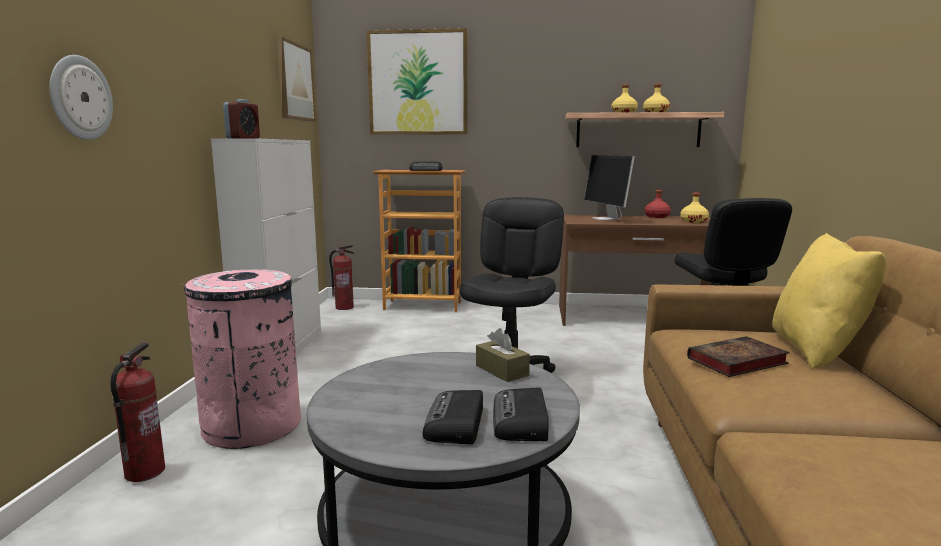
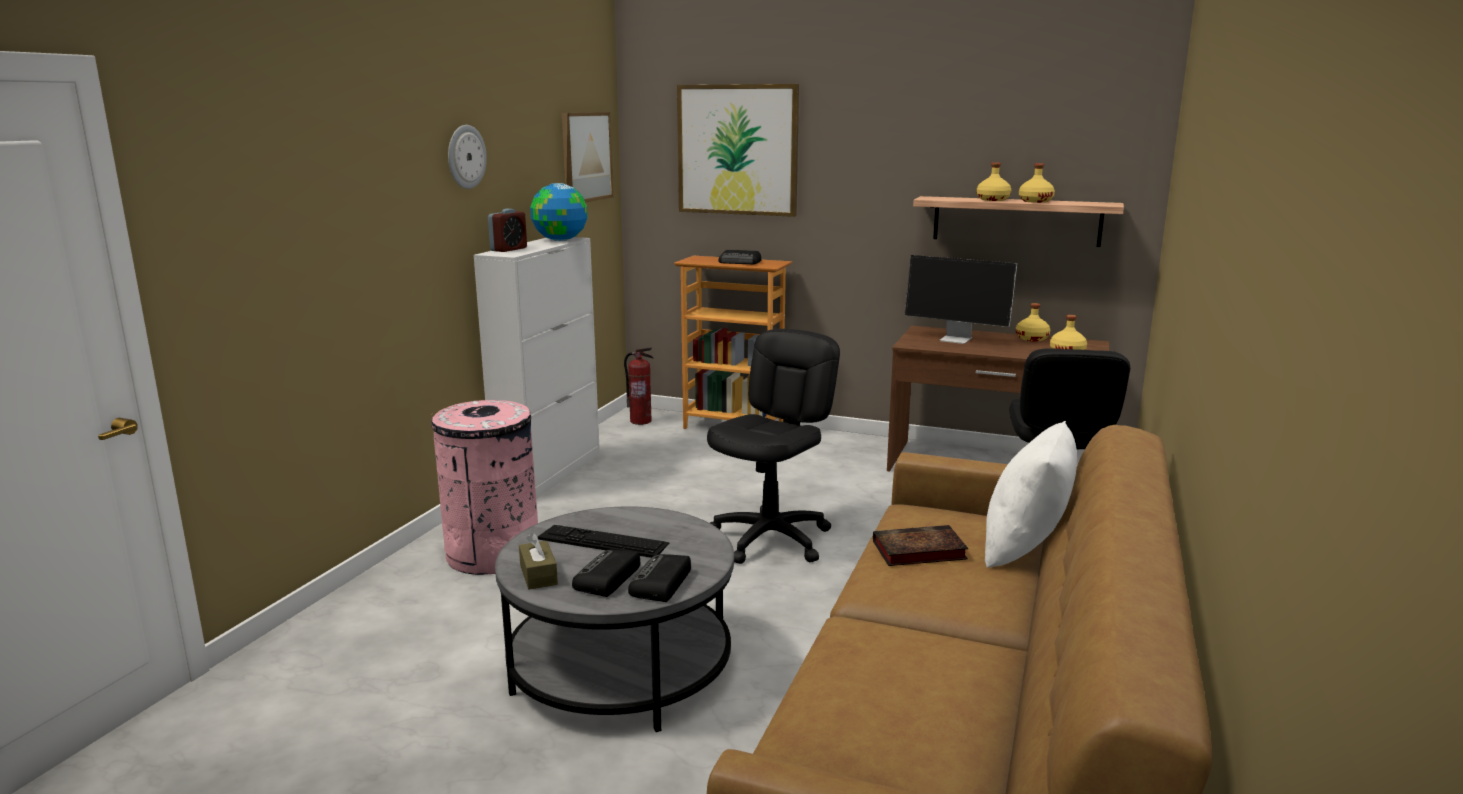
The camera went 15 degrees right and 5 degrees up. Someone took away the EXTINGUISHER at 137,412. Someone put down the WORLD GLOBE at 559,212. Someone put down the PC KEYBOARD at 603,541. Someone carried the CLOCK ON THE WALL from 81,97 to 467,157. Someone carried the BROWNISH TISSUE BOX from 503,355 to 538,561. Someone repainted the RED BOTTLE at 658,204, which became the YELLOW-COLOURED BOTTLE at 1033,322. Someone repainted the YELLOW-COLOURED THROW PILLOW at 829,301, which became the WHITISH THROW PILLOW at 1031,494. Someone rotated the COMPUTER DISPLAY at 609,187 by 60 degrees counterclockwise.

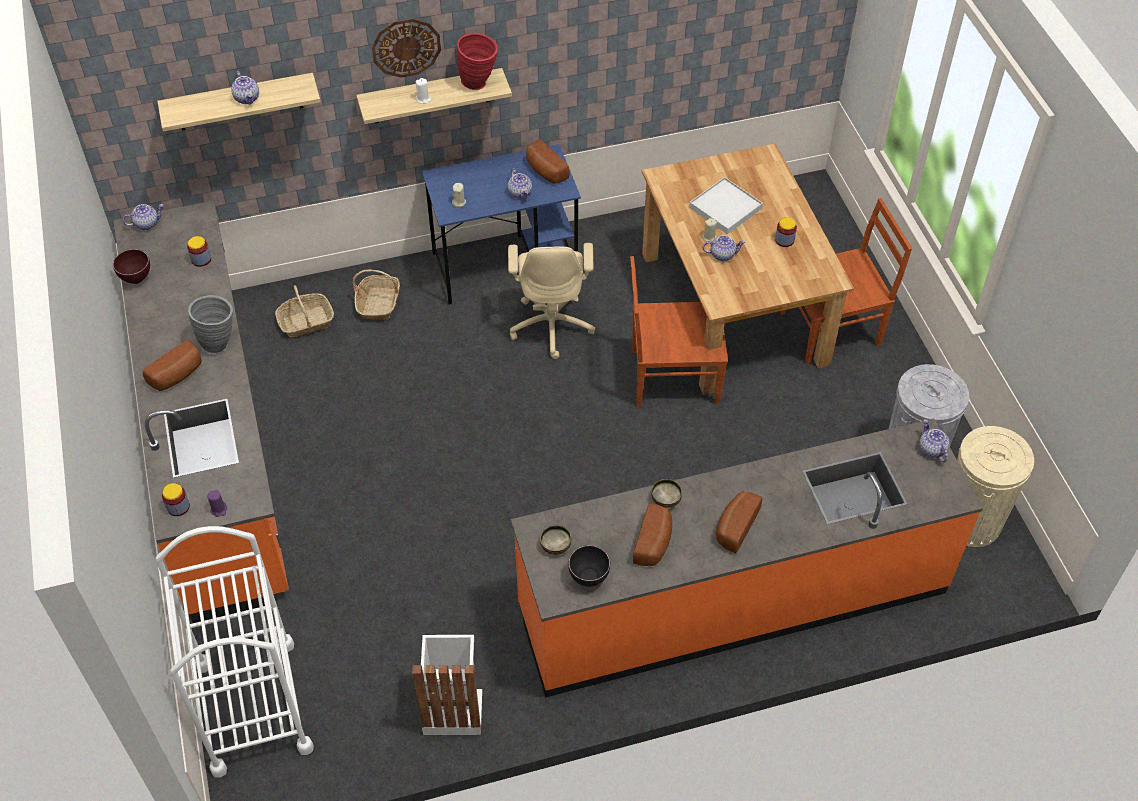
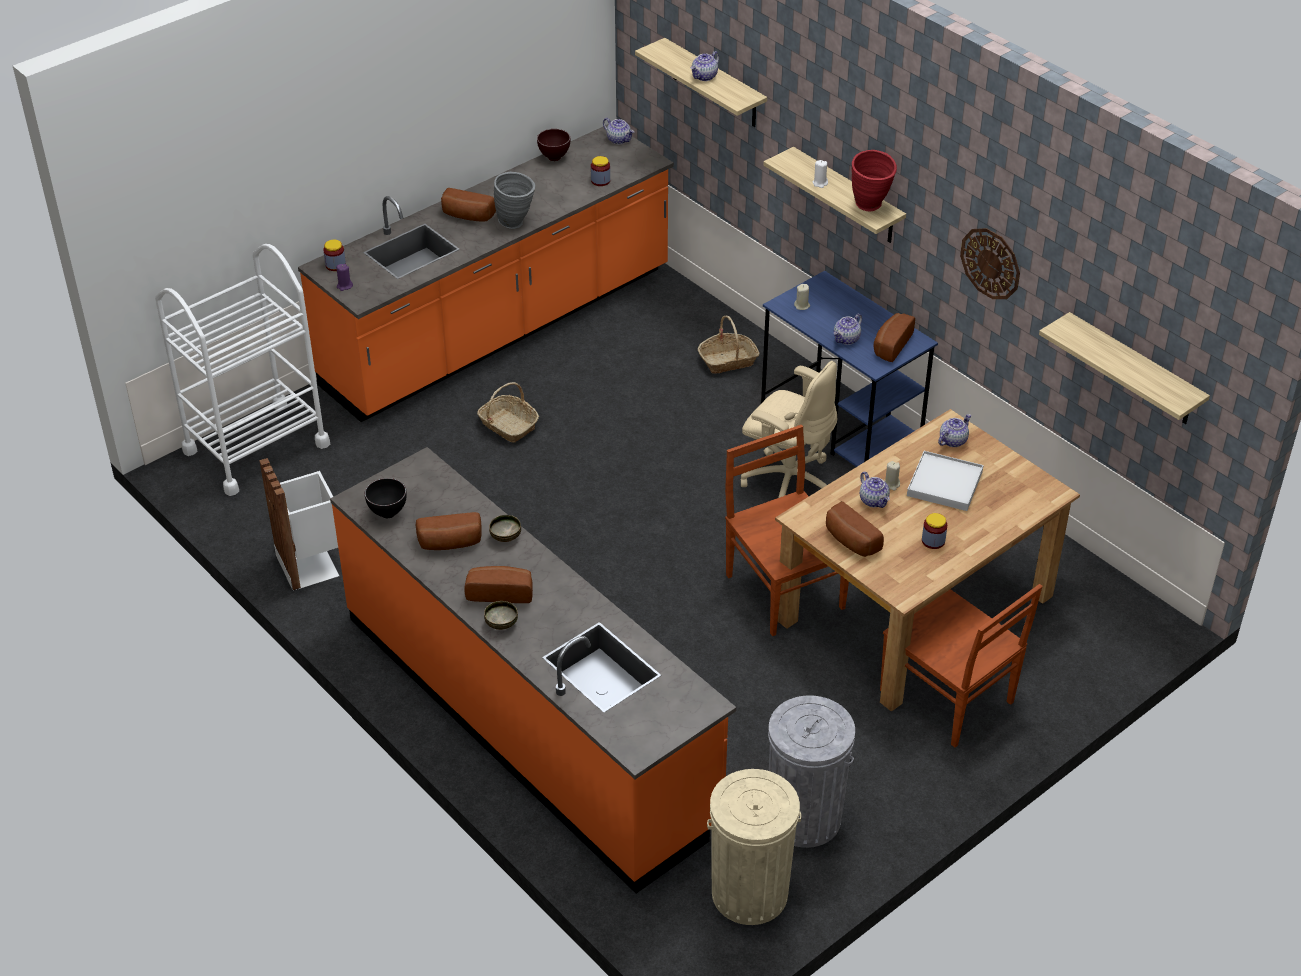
The camera went 65 degrees right and 10 degrees down. Someone put down the BREAD at 855,529. Someone put up the WALL SHELF at 1124,368. Someone carried the HOUSEHOLD BASKET from 304,311 to 508,412. Someone carried the CLOCK ON THE WALL from 406,48 to 990,263. Someone carried the BOWL from 555,540 to 501,615. Someone carried the TEAPOT from 934,440 to 954,430. Someone rotated the BEIGE COMPUTER CHAIR at 551,301 by 120 degrees counterclockwise.

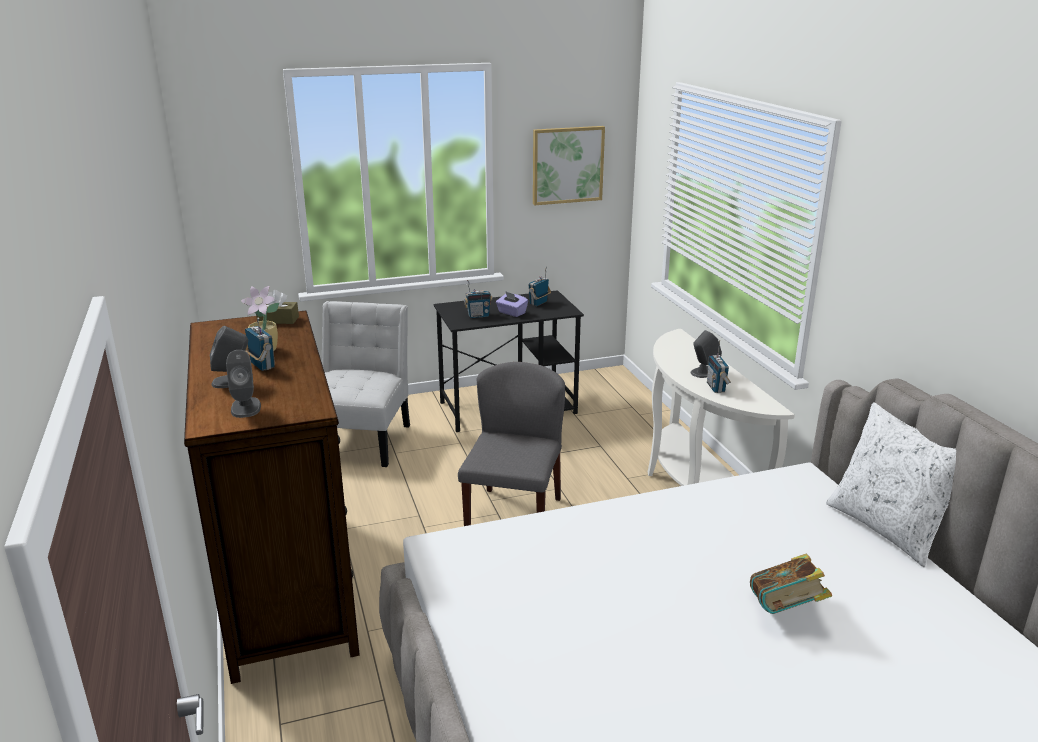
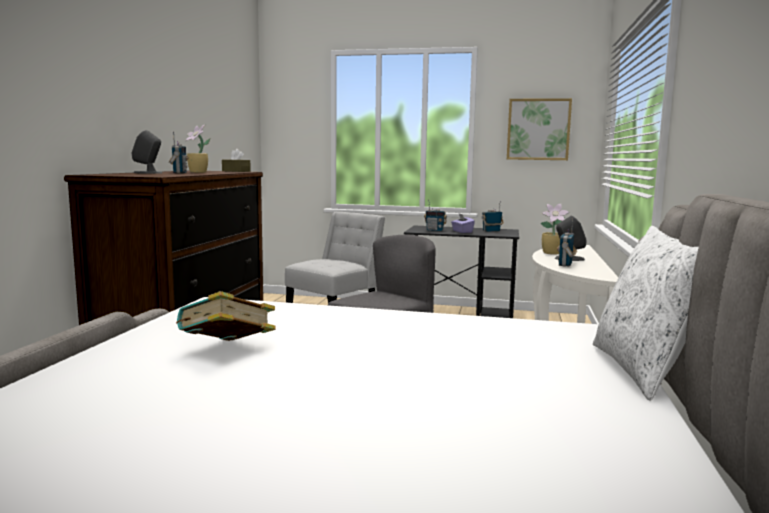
The camera went 30 degrees right and 15 degrees down. Someone took away the GRAY SPEAKER at 243,384. Someone put down the POTTED PLANT at 555,229. Someone carried the BOUND BOOK from 791,584 to 226,316.

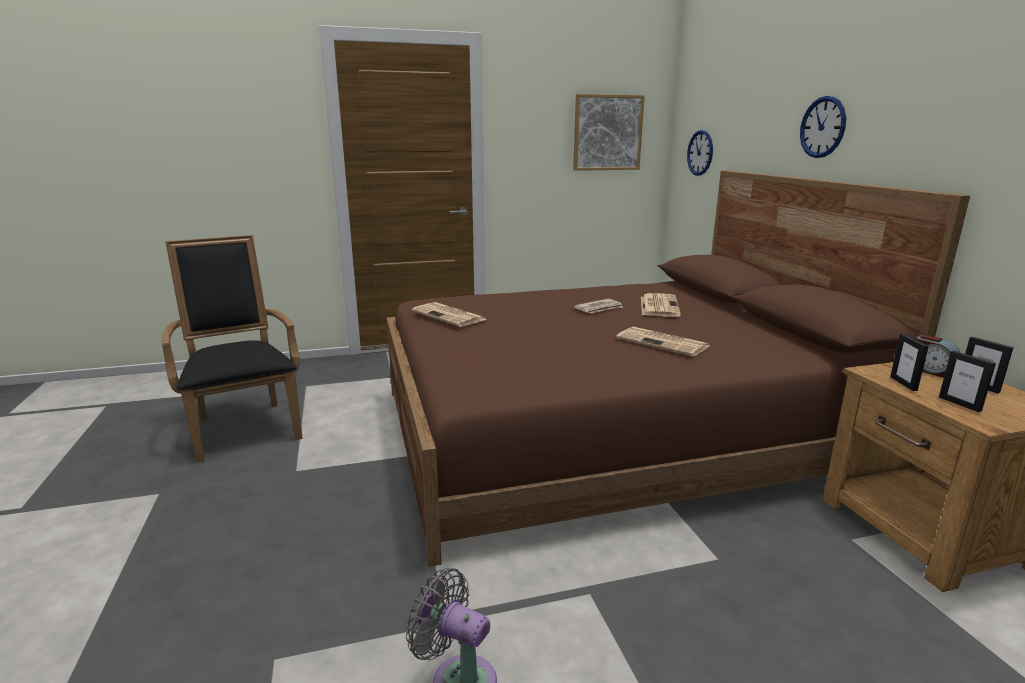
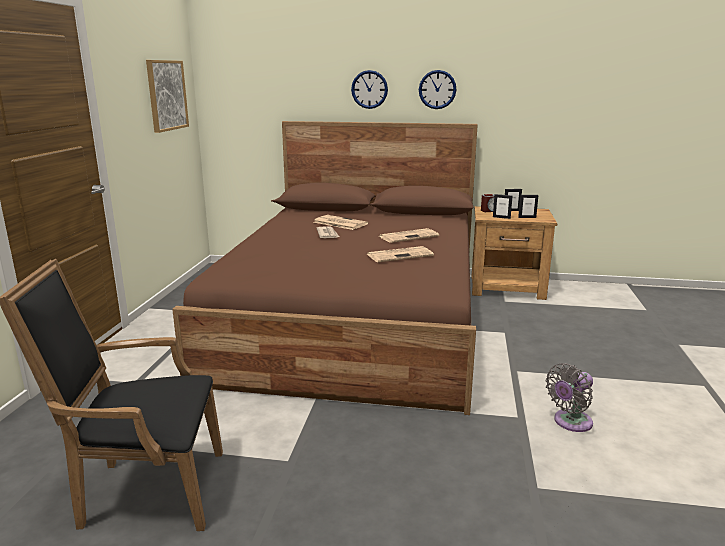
The camera went 65 degrees left and 0 degrees up. Someone carried the DAILY PAPER from 449,314 to 400,254. Someone carried the CLOCK ON THE WALL from 700,153 to 437,89.

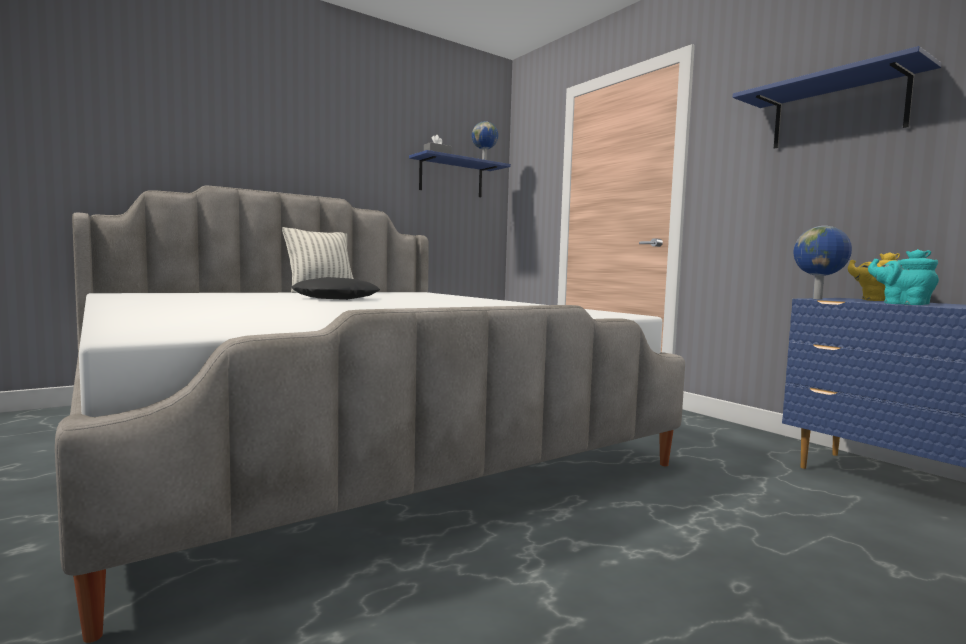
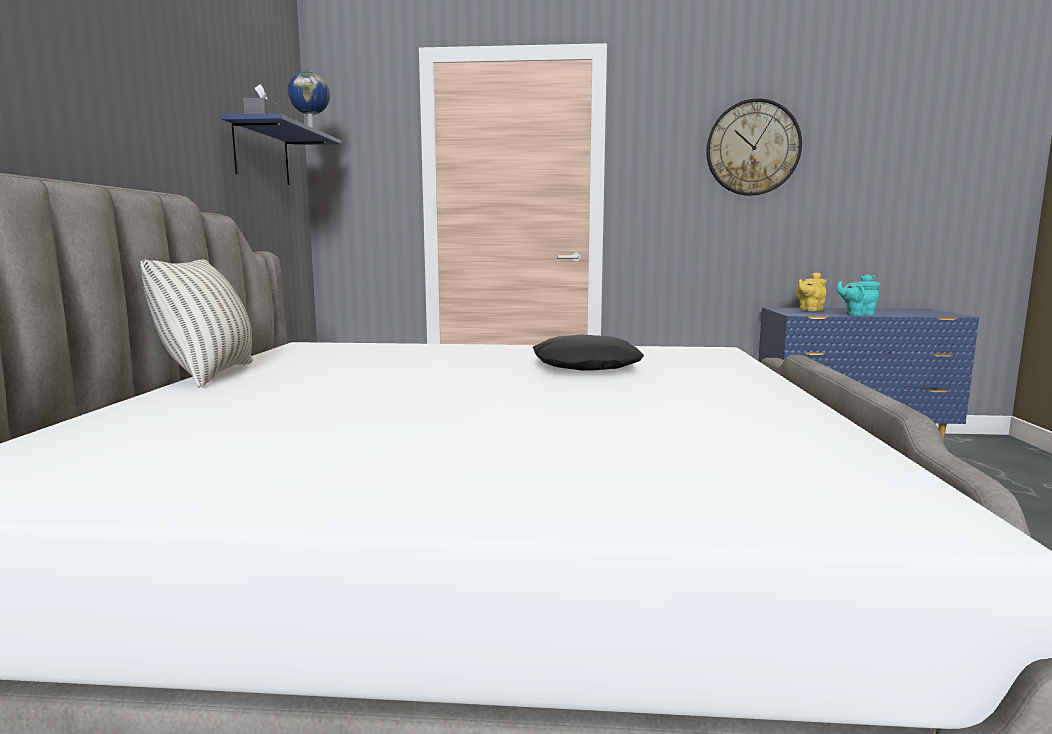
The camera went 50 degrees left and 5 degrees up. Someone took away the WORLD GLOBE at 823,262. Someone carried the BLACK THROW PILLOW from 335,288 to 588,352. Someone swapped the BLUE-COLOURED WALL SHELF at 837,97 for the CLOCK ON THE WALL at 754,147.

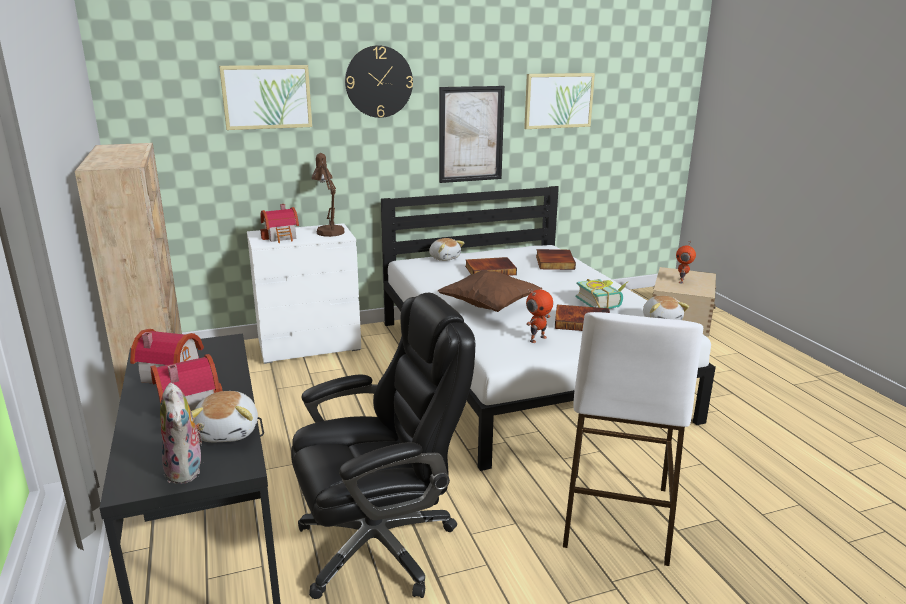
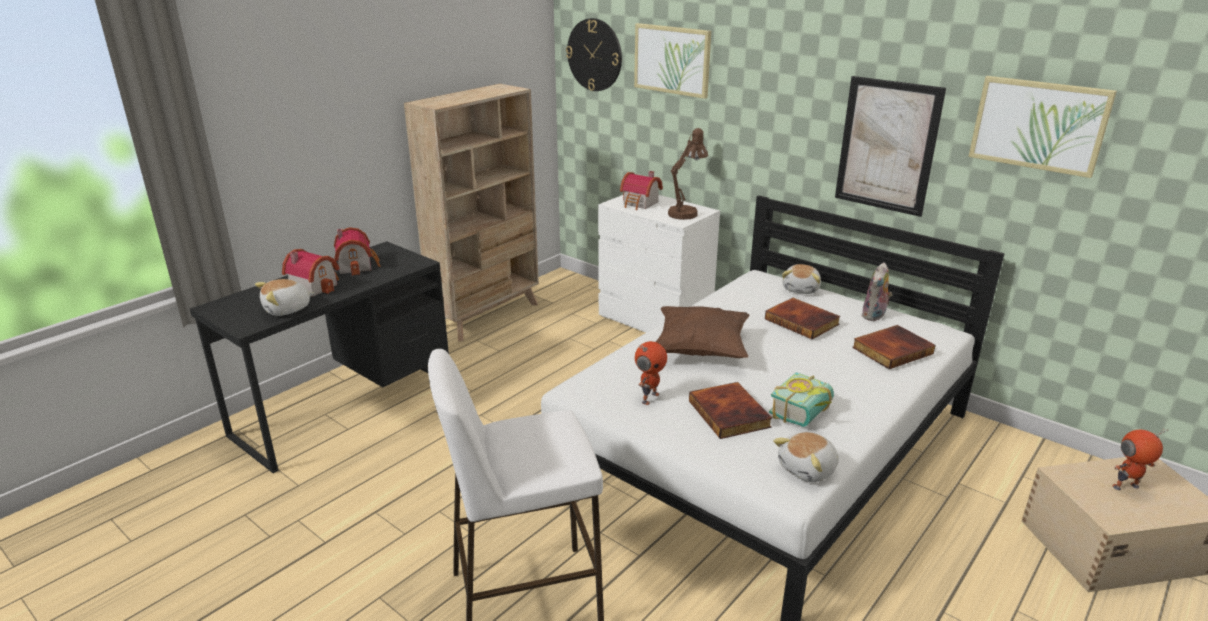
The camera went 60 degrees right and 5 degrees up. Someone took away the BLACK COMPUTER CHAIR at 383,446. Someone carried the PLUSH TOY from 182,433 to 877,291. Someone carried the CLOCK ON THE WALL from 379,81 to 594,54. Someone rotated the TOY ROBOT at 539,316 by 75 degrees counterclockwise.

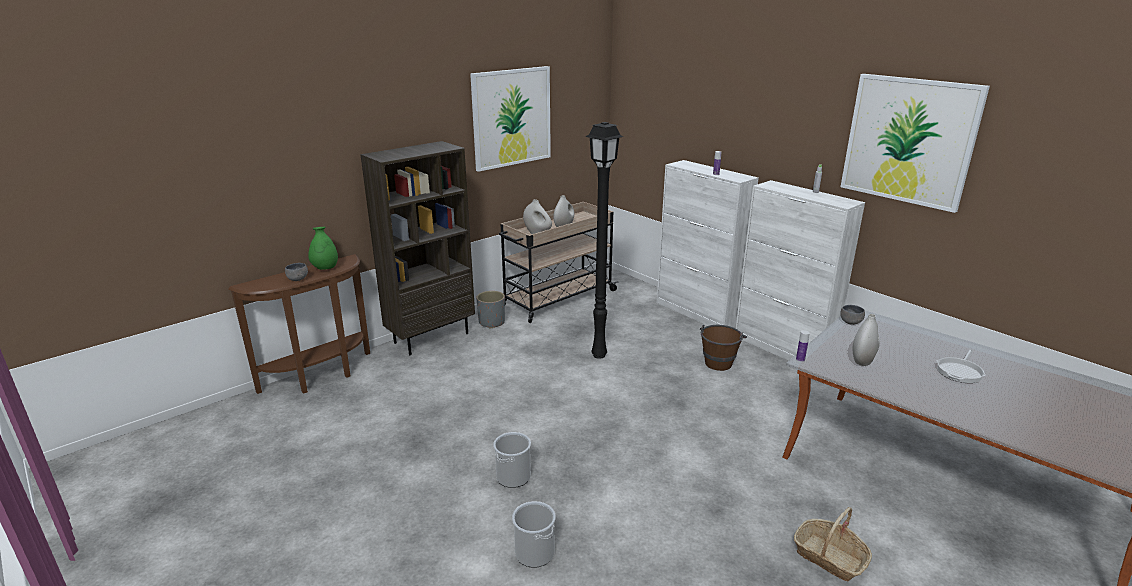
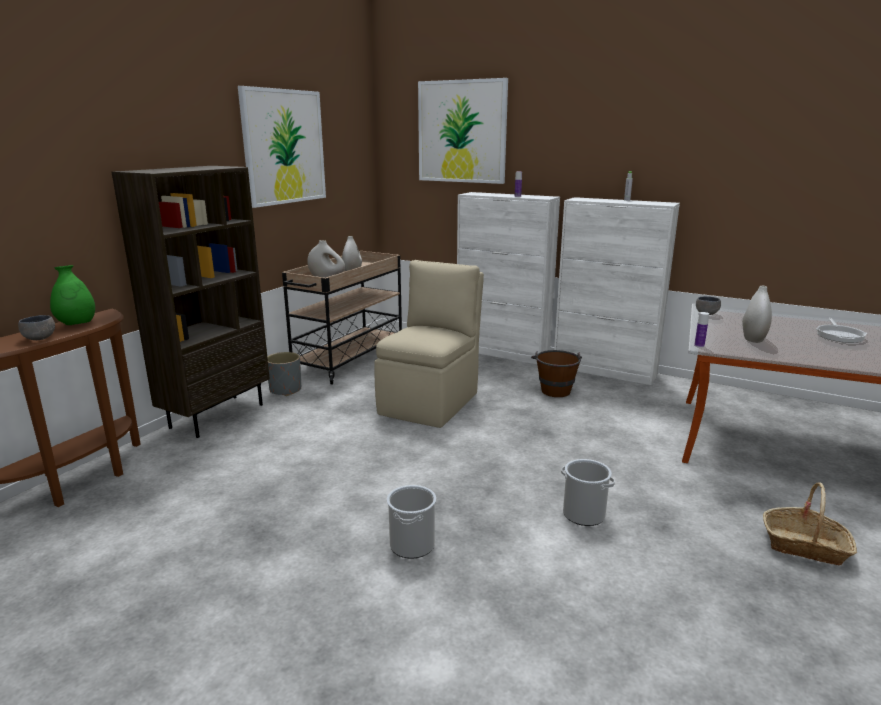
The camera went 20 degrees left and 5 degrees down. Someone carried the BUCKET from 534,534 to 588,492. Someone carried the PICTURE from 915,143 to 463,131. Someone swapped the BLACK STANDARD LAMP at 604,240 for the BEIGE UPRIGHT CHAIR at 429,344.

